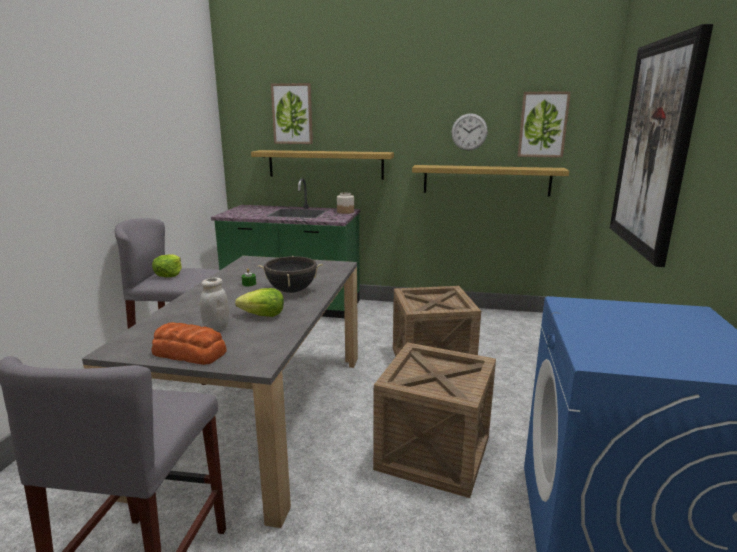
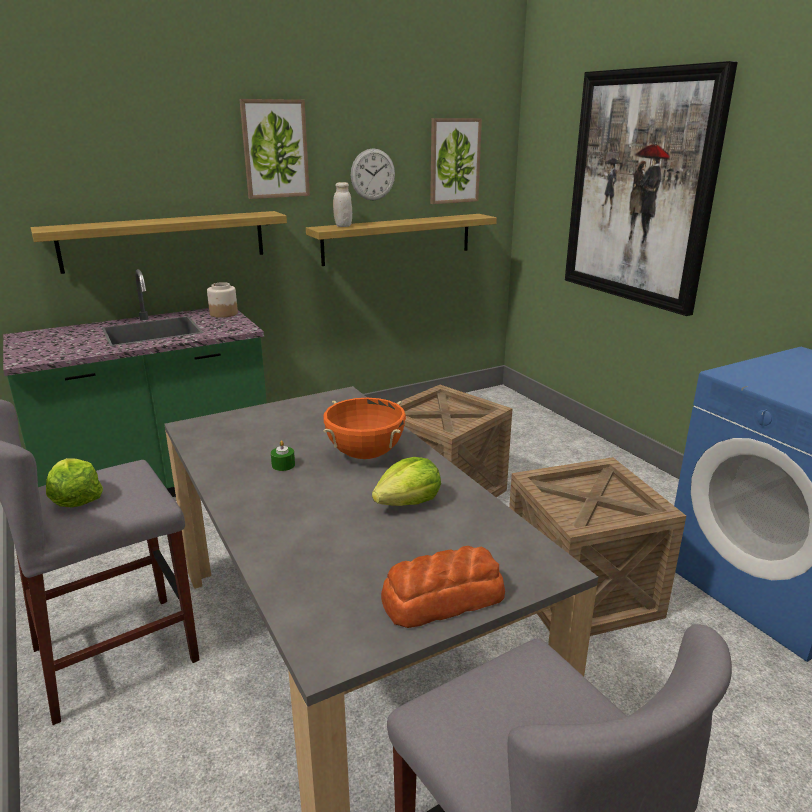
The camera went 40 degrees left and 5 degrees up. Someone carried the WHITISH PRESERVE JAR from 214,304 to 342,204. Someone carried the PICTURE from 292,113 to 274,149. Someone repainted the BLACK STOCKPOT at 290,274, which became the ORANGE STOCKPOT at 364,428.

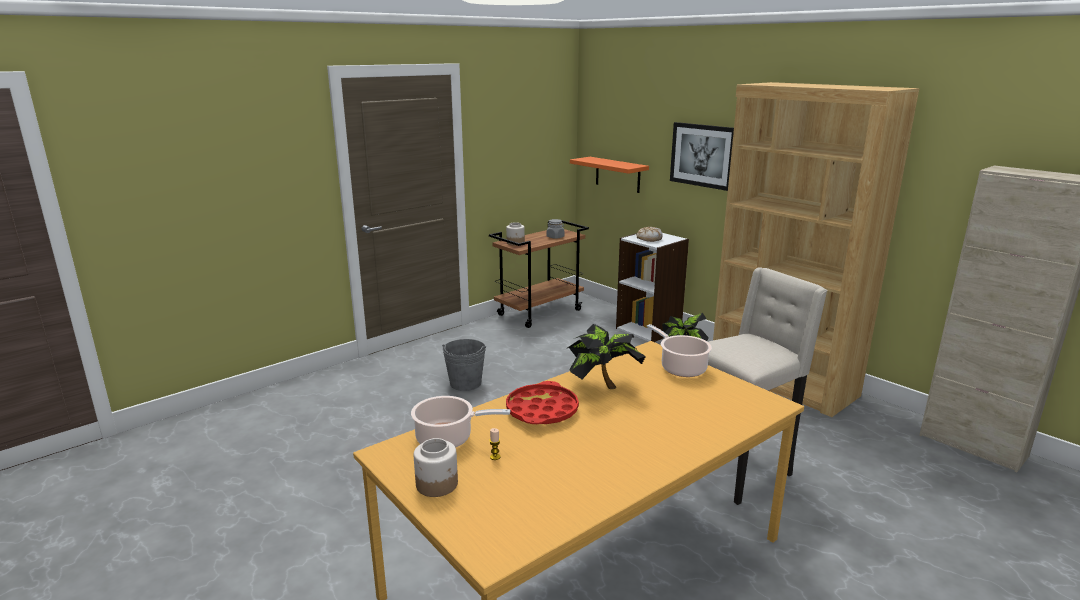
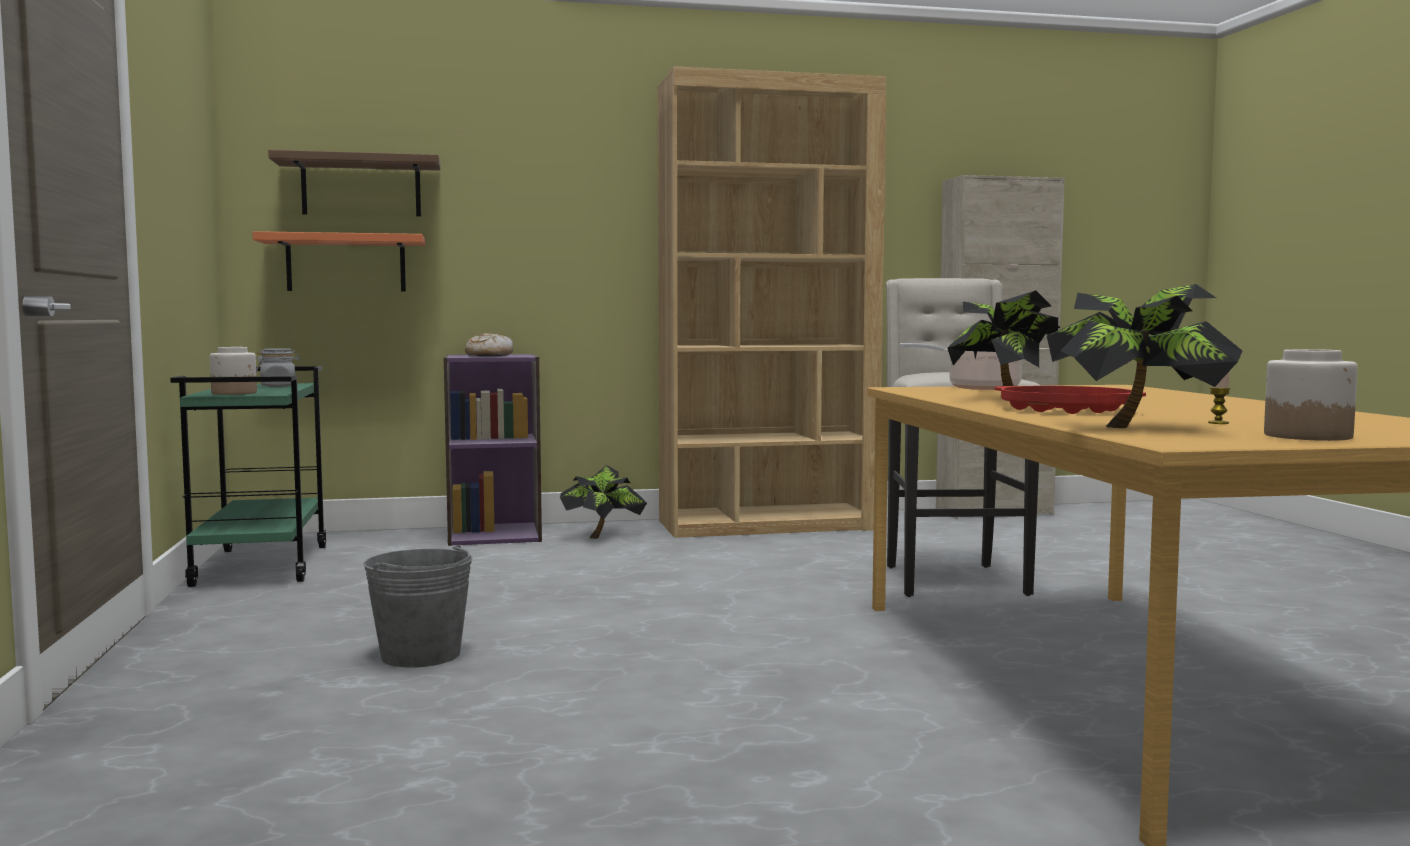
The camera went 60 degrees left and 15 degrees down. Someone took away the PICTURE at 702,156. Someone put up the BROWNISH WALL SHELF at 354,183. Someone swapped the STOCKPOT at 461,422 for the POTTED PLANT at 1144,356. Someone repainted the BROWNISH TROLLEY at 539,274, which became the GREENISH TROLLEY at 248,476. Someone repainted the WHITISH BOOKCASE at 652,287, which became the PURPLE BOOKCASE at 492,450.

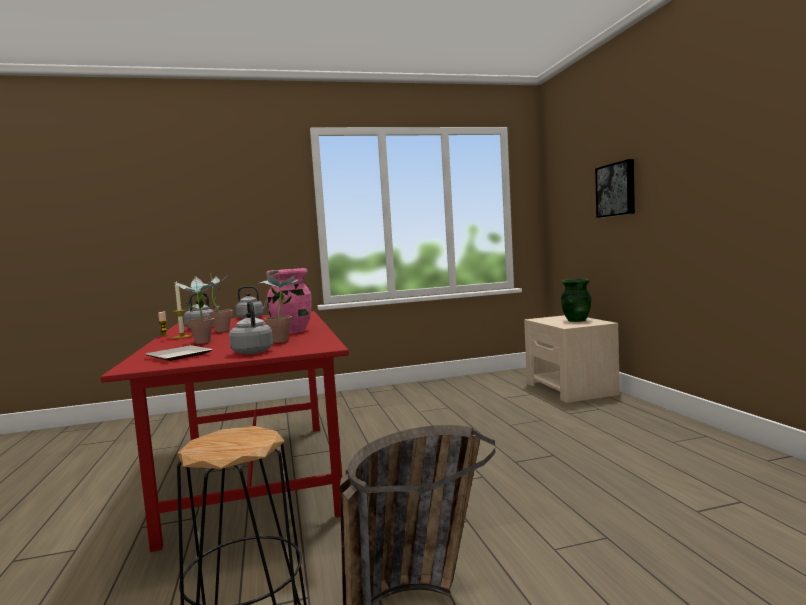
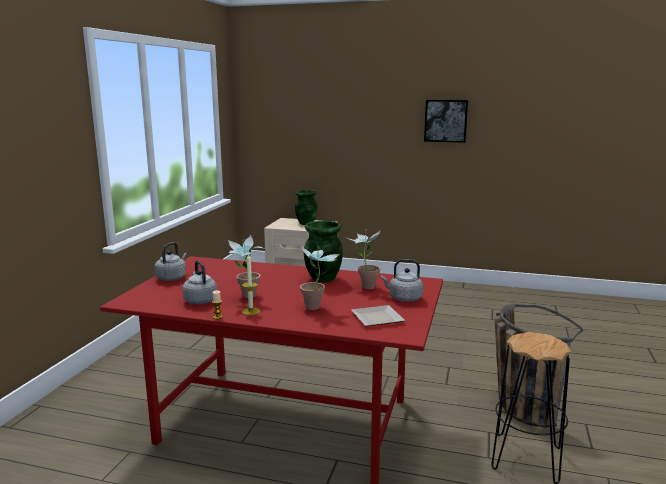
The camera went 60 degrees left and 10 degrees up. Someone carried the PICTURE from 615,188 to 446,121. Someone repainted the PINK-COLOURED DECORATIVE VASE at 289,301, which became the GREENISH DECORATIVE VASE at 323,252.

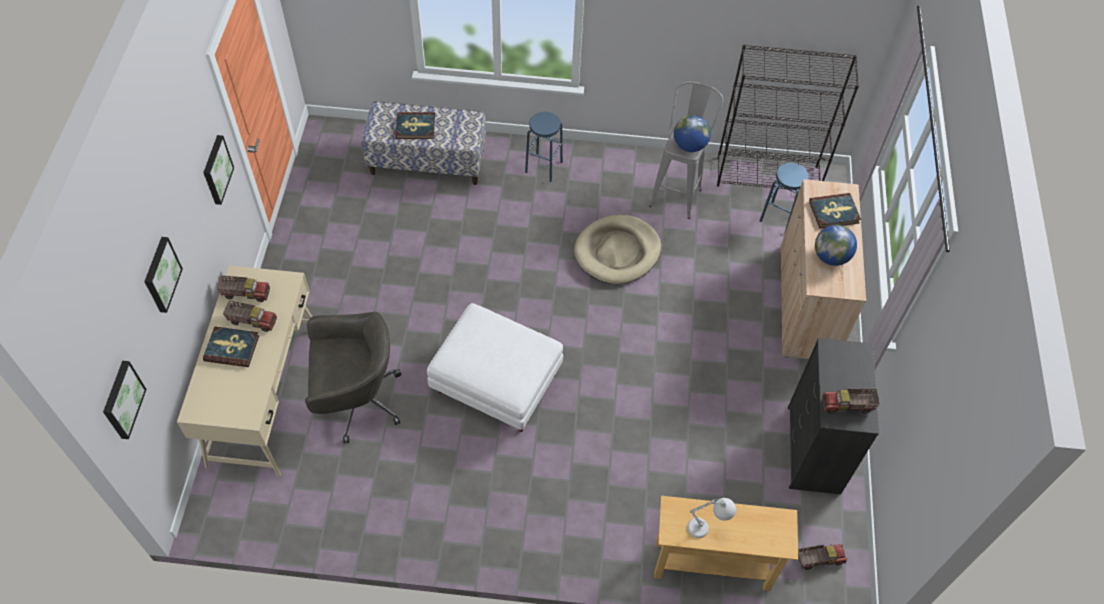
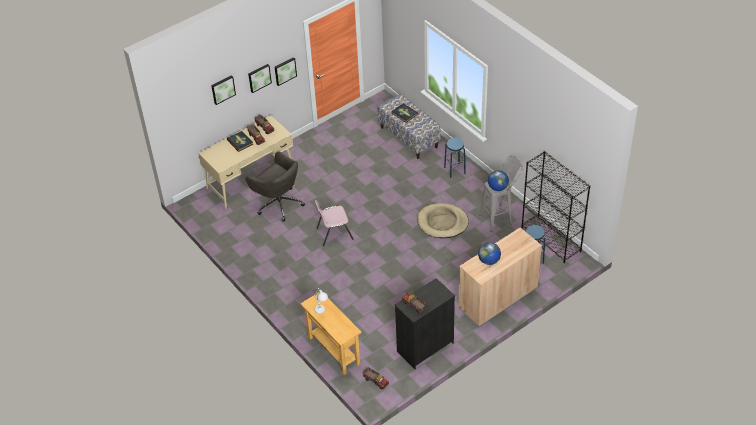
The camera went 50 degrees right and 10 degrees down. Someone took away the BOUND BOOK at 835,211. Someone carried the PICTURE from 125,400 to 260,78. Someone swapped the WHITISH POUFFE at 495,367 for the PINK-COLOURED UPRIGHT CHAIR at 334,223.

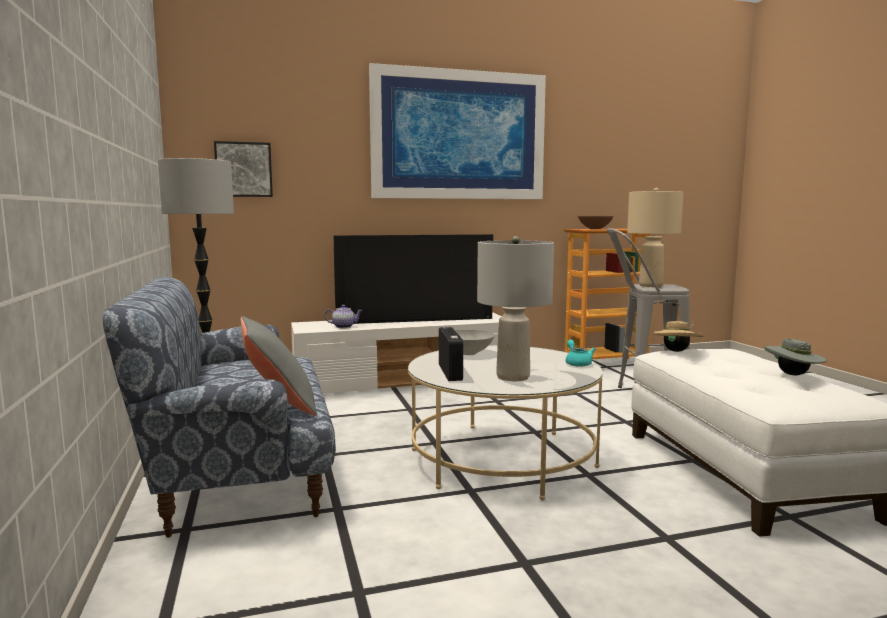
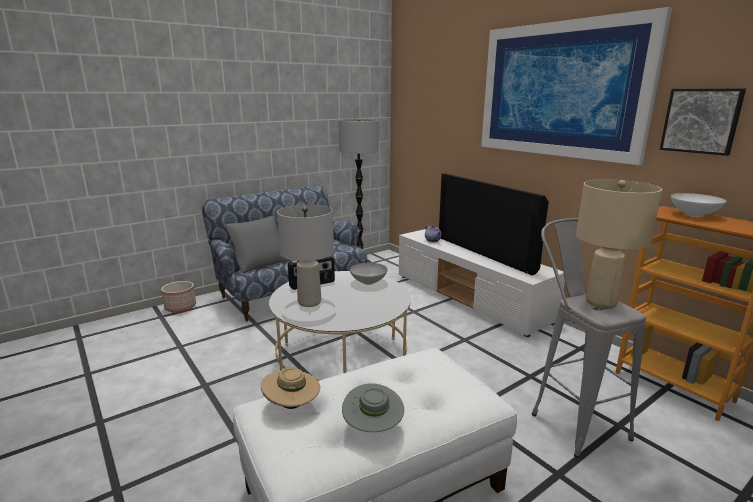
The camera went 70 degrees right and 10 degrees up. Someone took away the TURQUOISE TEAPOT at 580,353. Someone put down the PLANTER at 178,297. Someone carried the PICTURE from 243,169 to 703,122. Someone carried the BEIGE CLOTHING HAT from 678,336 to 290,388. Someone repainted the BROWNISH BOWL at 595,222, which became the WHITISH BOWL at 699,205.

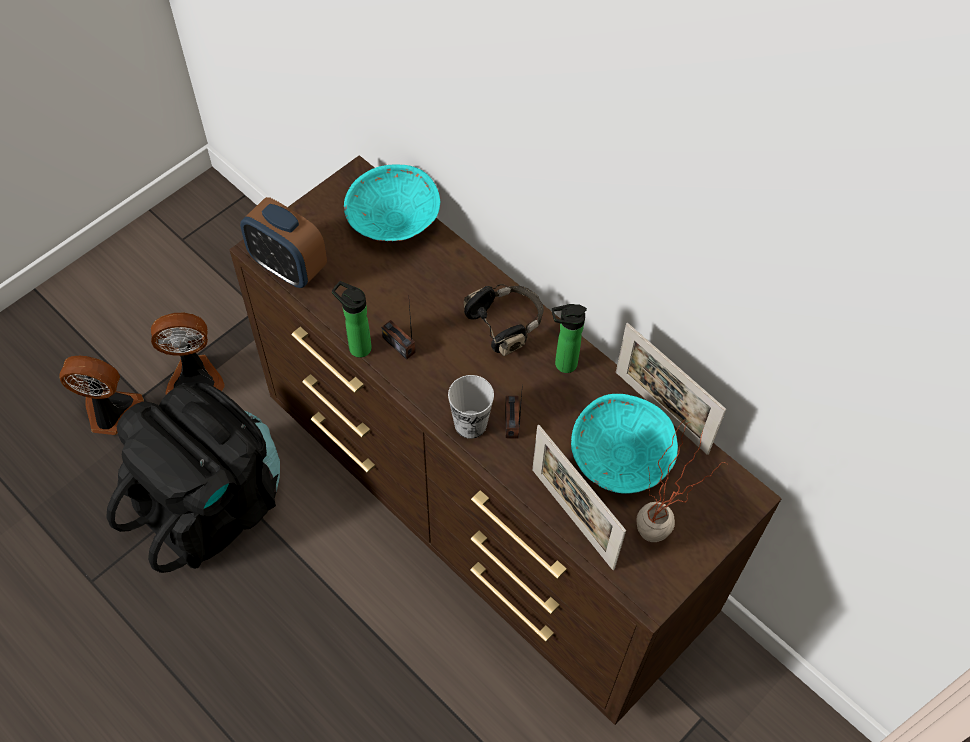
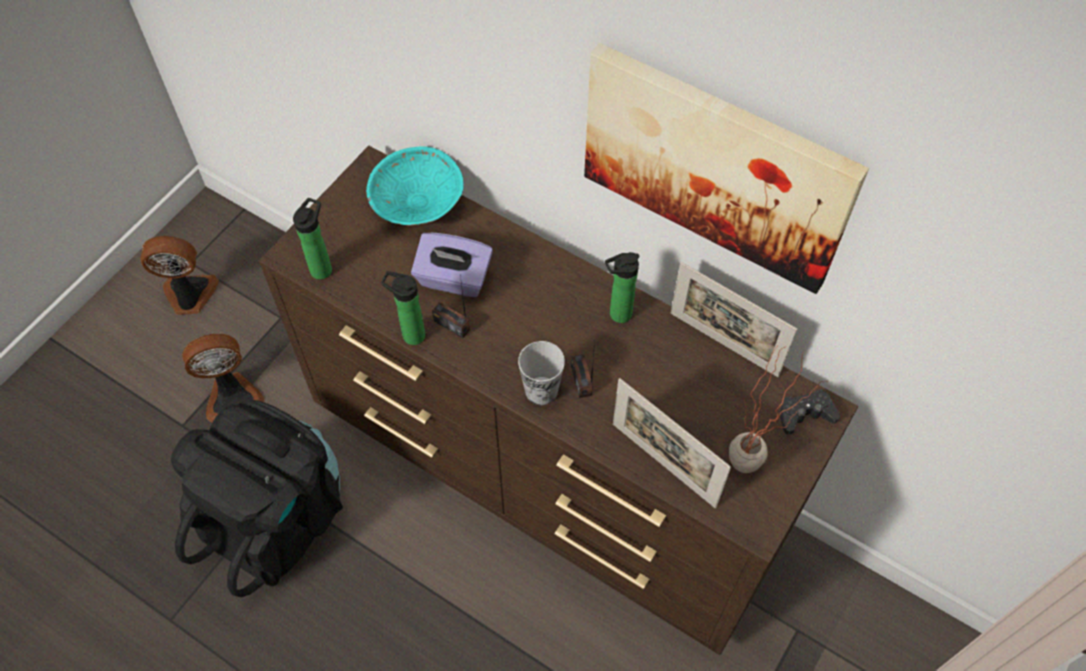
The camera went 10 degrees left and 0 degrees up. Someone took away the BLACK PAIR OF HEADPHONES at 504,320. Someone took away the TURQUOISE BOWL at 624,444. Someone put down the PURPLE TISSUE BOX at 452,265. Someone put up the PICTURE at 726,168. Someone put down the BLACK JOYPAD at 809,412. Someone carried the ELECTRIC FAN from 101,395 to 179,275. Someone swapped the ALARM CLOCK at 283,242 for the BOTTLE at 312,239.

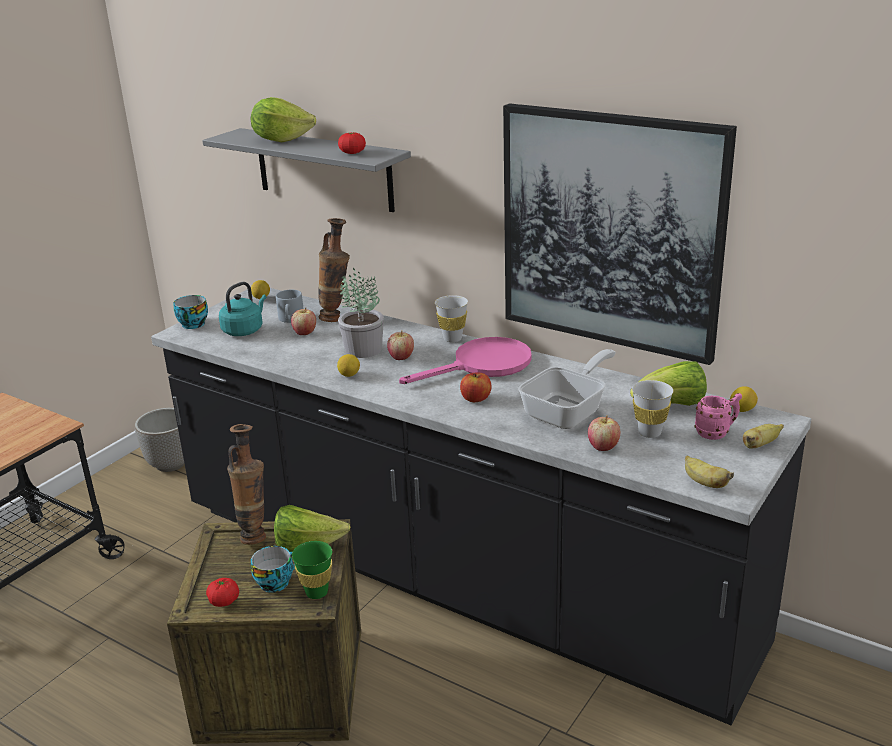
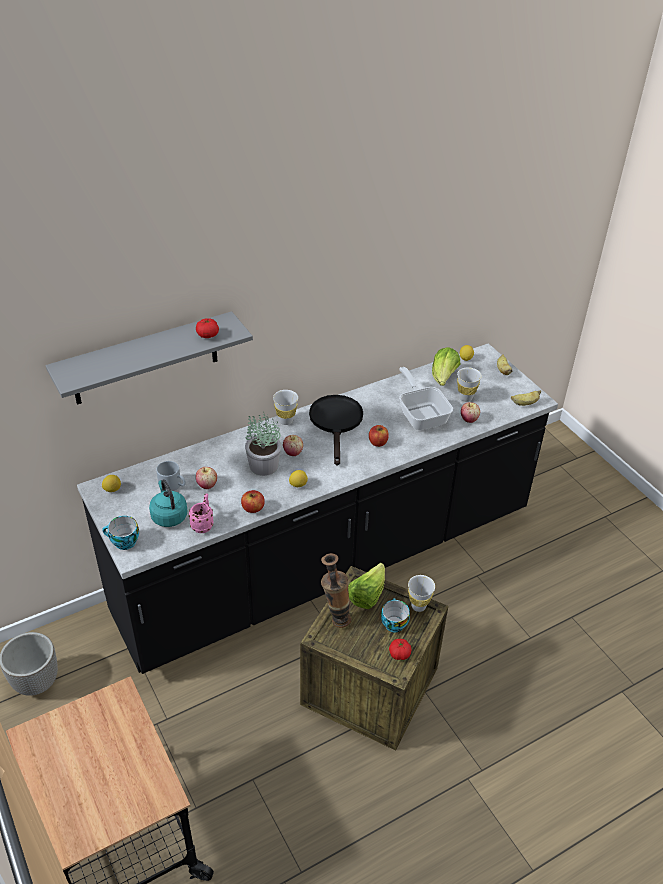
The camera went 65 degrees left and 15 degrees up. Someone took away the HEAD OF LETTUCE at 283,119. Someone took away the DECORATIVE VASE at 334,270. Someone took away the PICTURE at 620,234. Someone put down the APPLE FRUIT at 253,501. Someone carried the PINK-COLOURED TEA MUG from 718,416 to 201,513. Someone repainted the GREENISH SMALL CUP at 312,570, which became the WHITISH SMALL CUP at 421,593. Someone repainted the PINK-COLOURED FRYING PAN at 465,360, which became the BLACK FRYING PAN at 336,430.

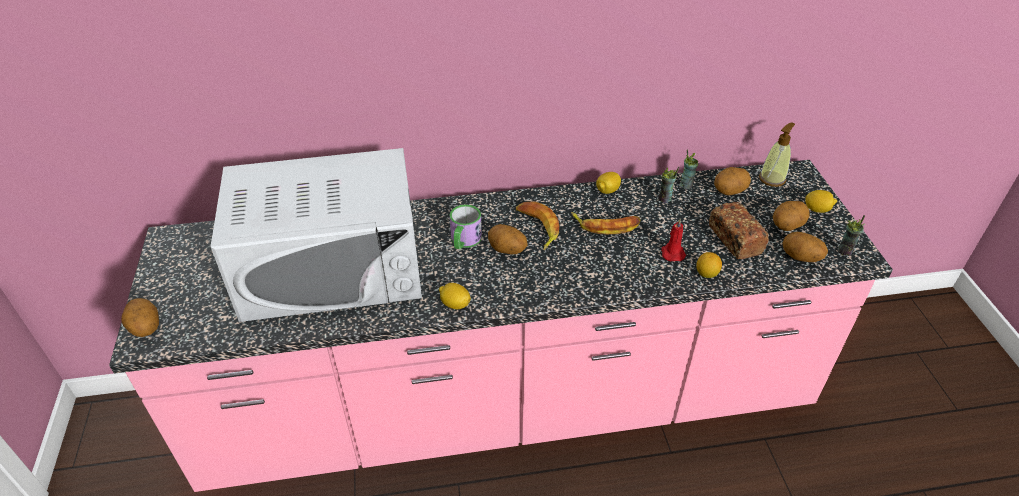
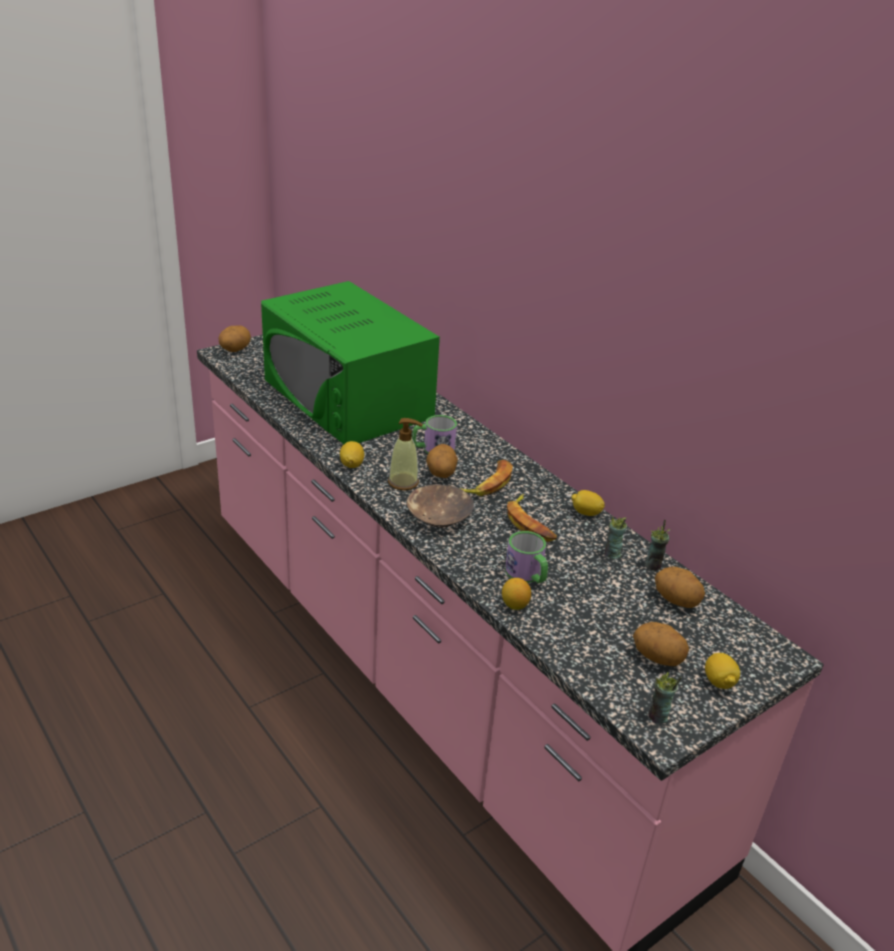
The camera went 60 degrees right and 10 degrees down. Someone took away the BREAD at 739,230. Someone took away the WHOLE POTATO at 805,247. Someone put down the BROWNISH BOWL at 440,506. Someone carried the SOAP BOTTLE from 777,155 to 405,454. Someone swapped the RED CANDLE at 673,240 for the TEA MUG at 526,557. Someone repainted the WHITISH MICROWAVE at 316,235, which became the GREENISH MICROWAVE at 350,362.

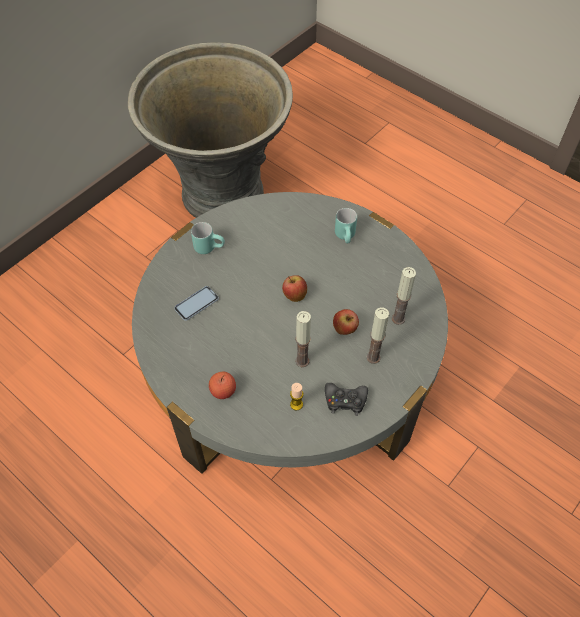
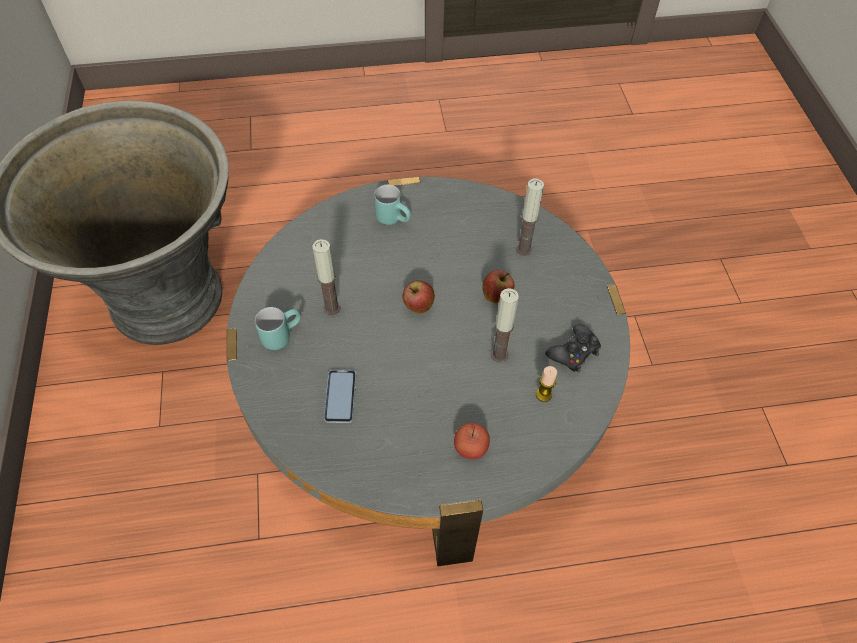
The camera went 50 degrees left and 0 degrees up. Someone carried the CANDLE from 378,335 to 326,277.

